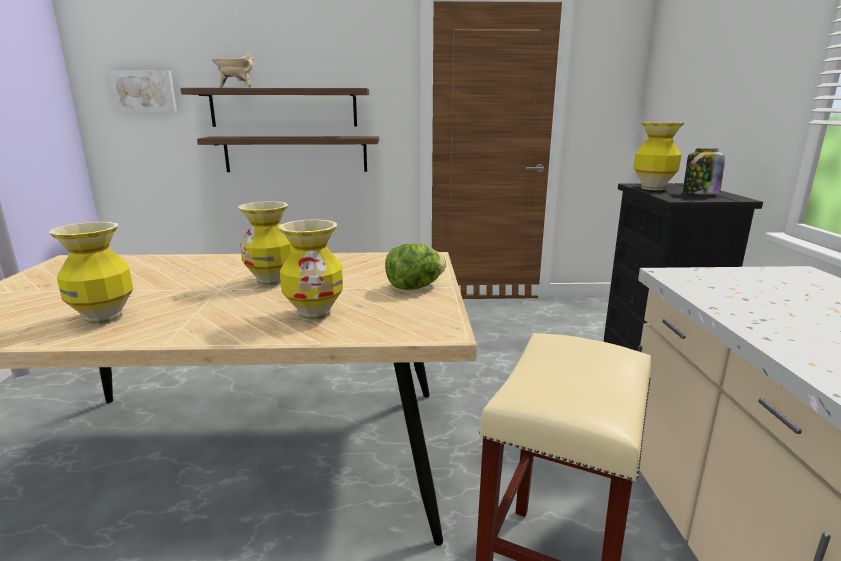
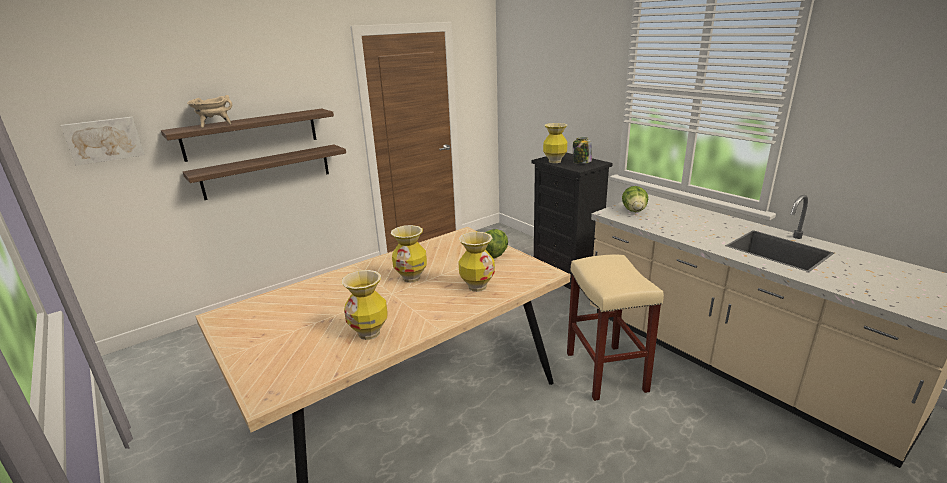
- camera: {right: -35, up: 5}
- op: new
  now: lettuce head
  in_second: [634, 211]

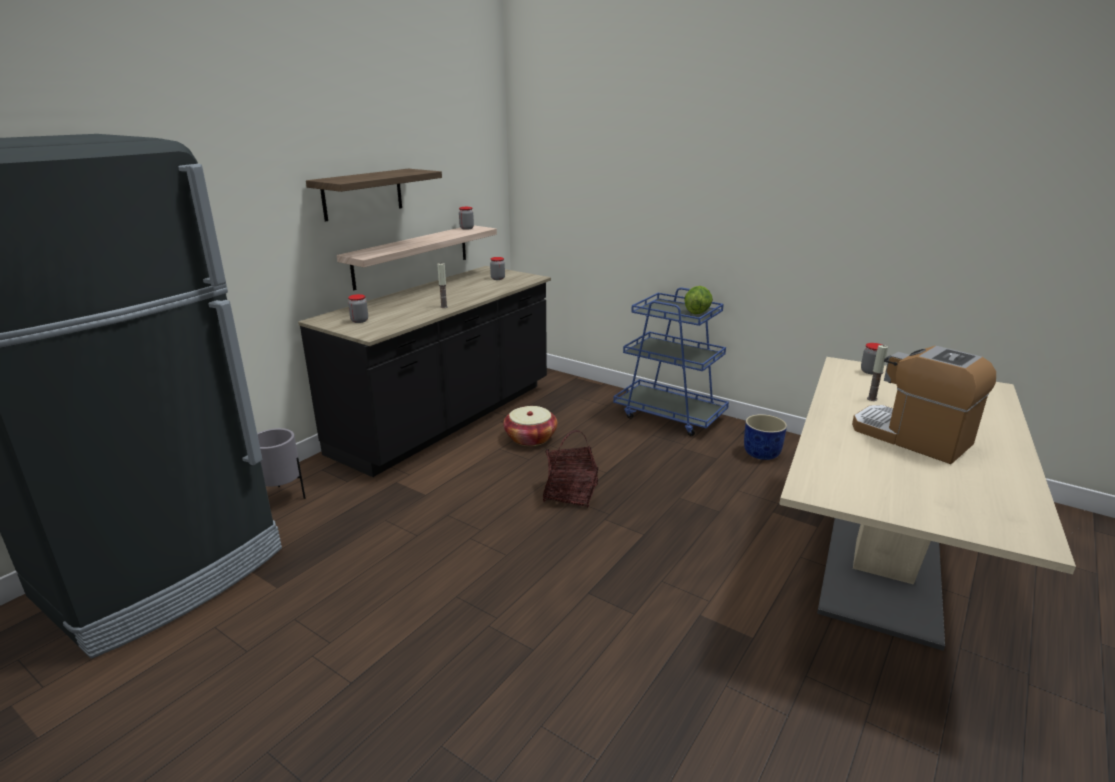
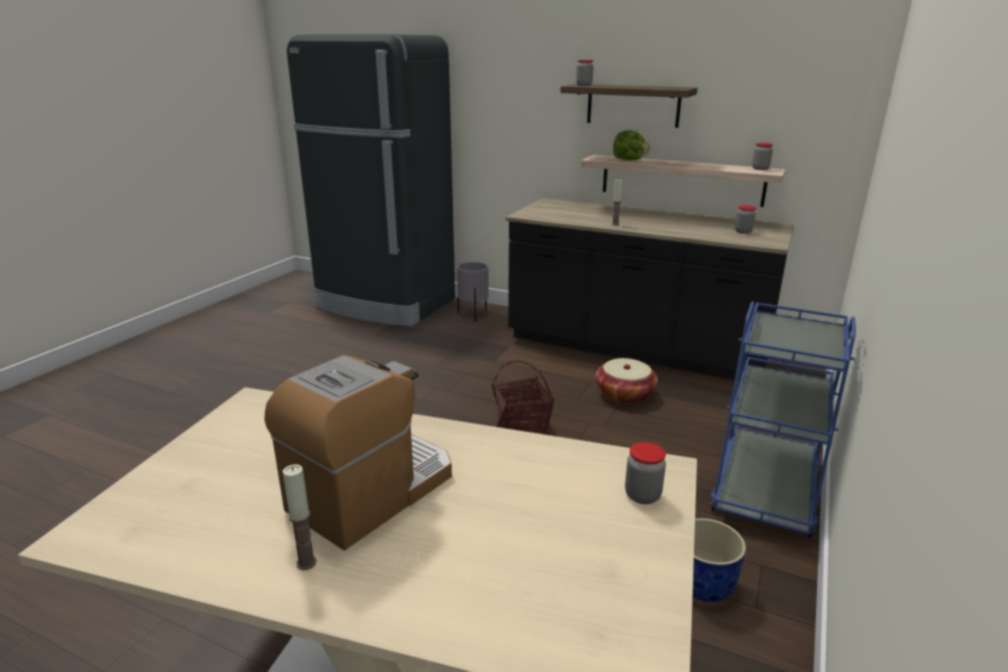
- camera: {right: 80, up: 0}
- op: shifted
  was: lettuce head
  in_first: [697, 312]
  in_second: [629, 160]
- op: shifted
  was: preserve jar
  in_first: [359, 321]
  in_second: [584, 85]
- op: shifted
  was: candle
  in_first: [872, 399]
  in_second: [306, 563]

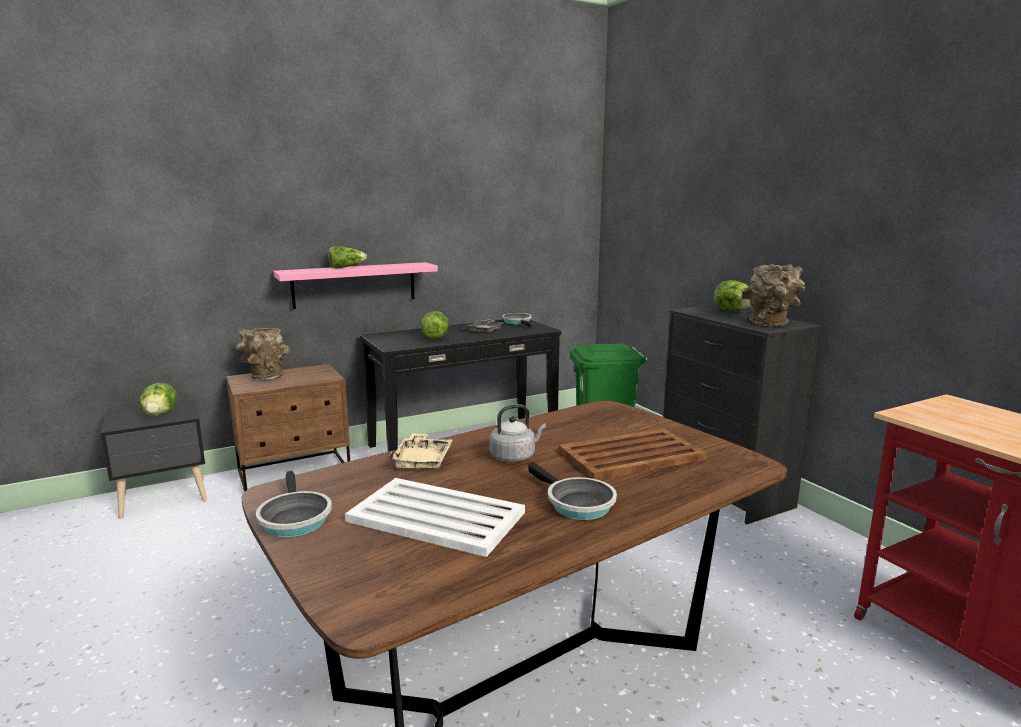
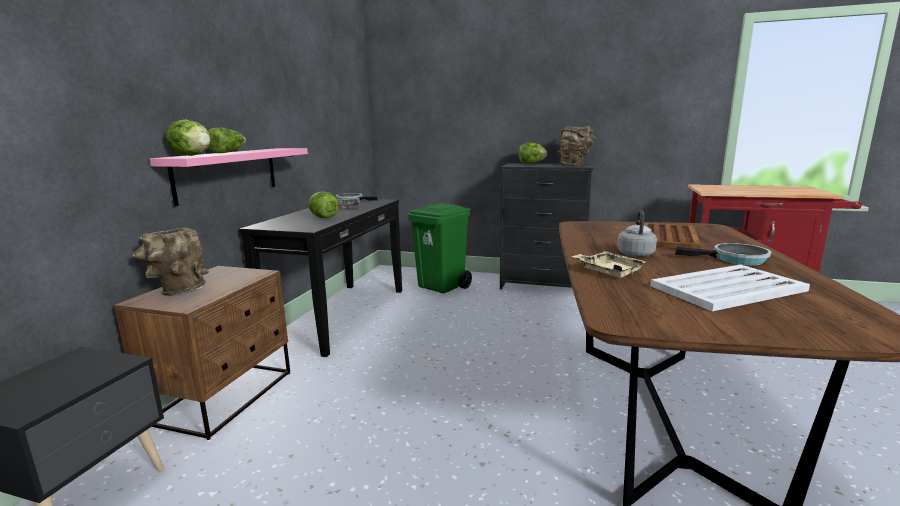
- camera: {right: -45, up: 0}
- op: shifted
  was: lettuce head
  in_first: [160, 415]
  in_second: [192, 155]
- op: gone
  was: frying pan
  in_first: [294, 519]

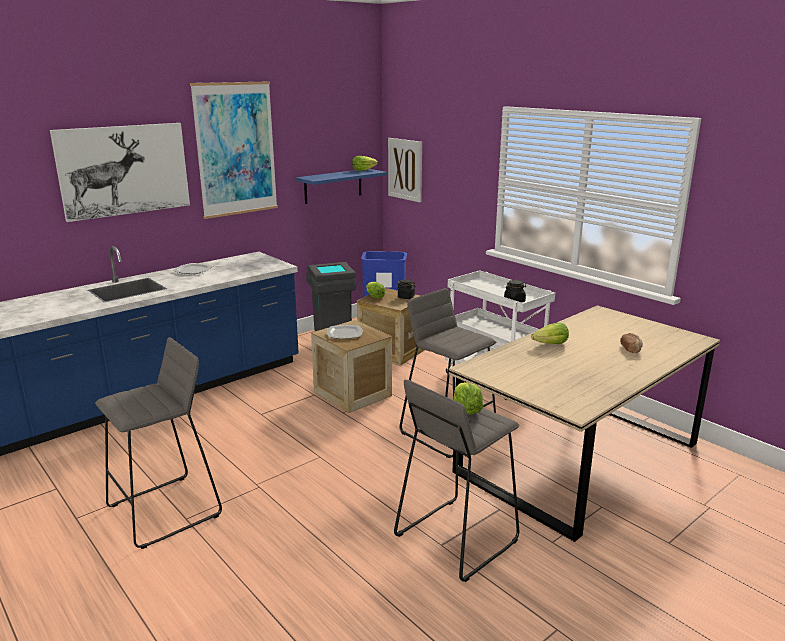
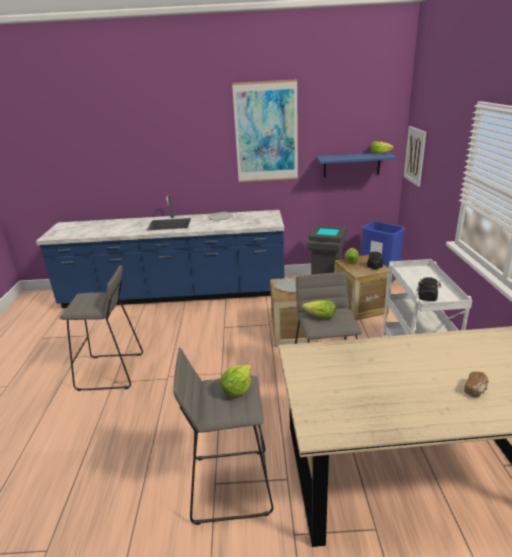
- camera: {right: 40, up: 5}
- op: gone
  was: wall picture
  in_first: [124, 170]
- op: shifted
  was: lettuce head
  in_first: [551, 344]
  in_second: [320, 317]

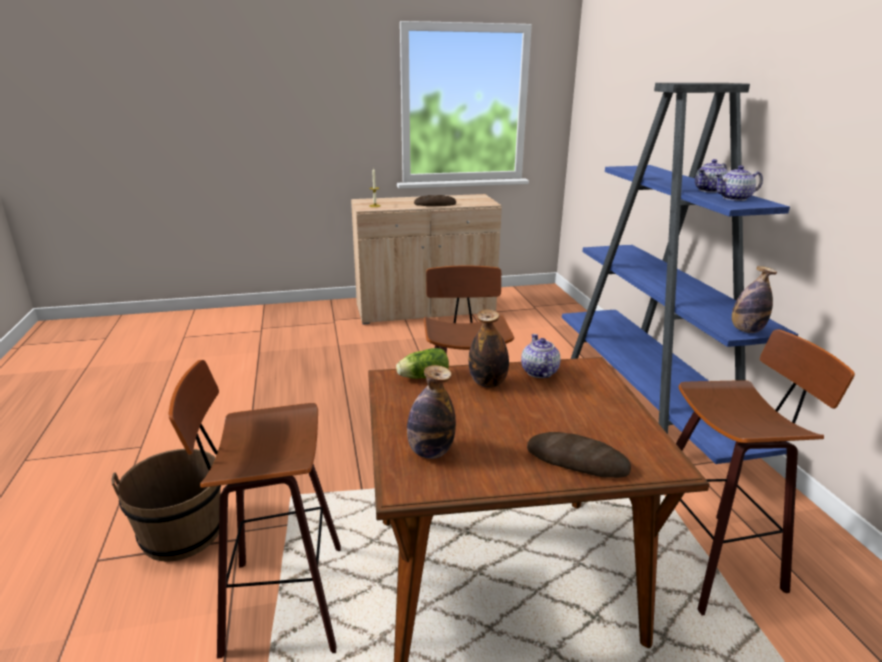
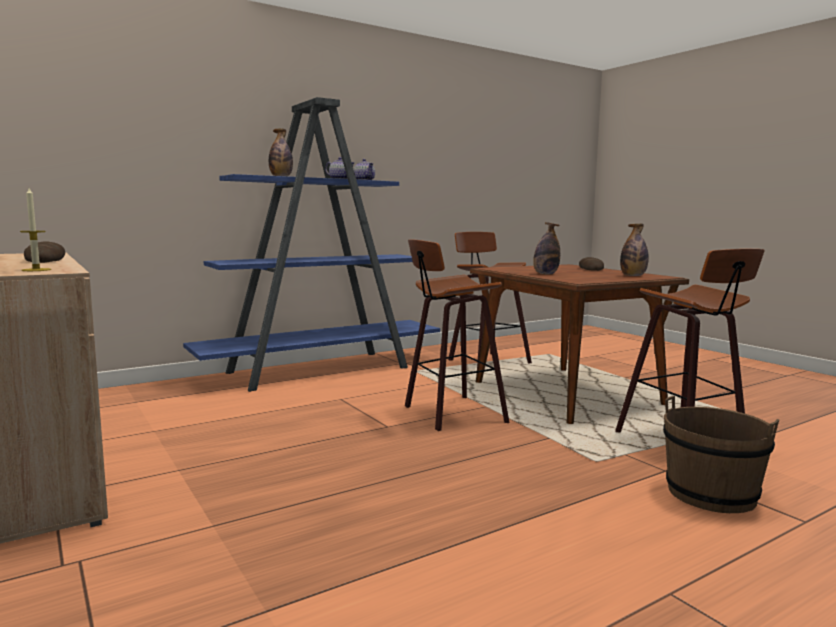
- camera: {right: -110, up: -15}
- op: shifted
  was: beverage bottle
  in_first: [746, 330]
  in_second: [281, 177]
- op: gone
  was: tea pot
  in_first: [539, 372]
- op: gone
  was: lettuce head
  in_first: [422, 377]

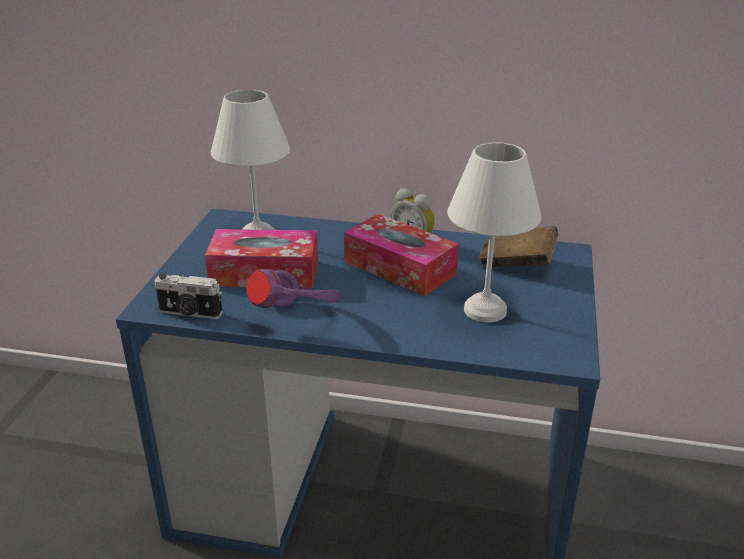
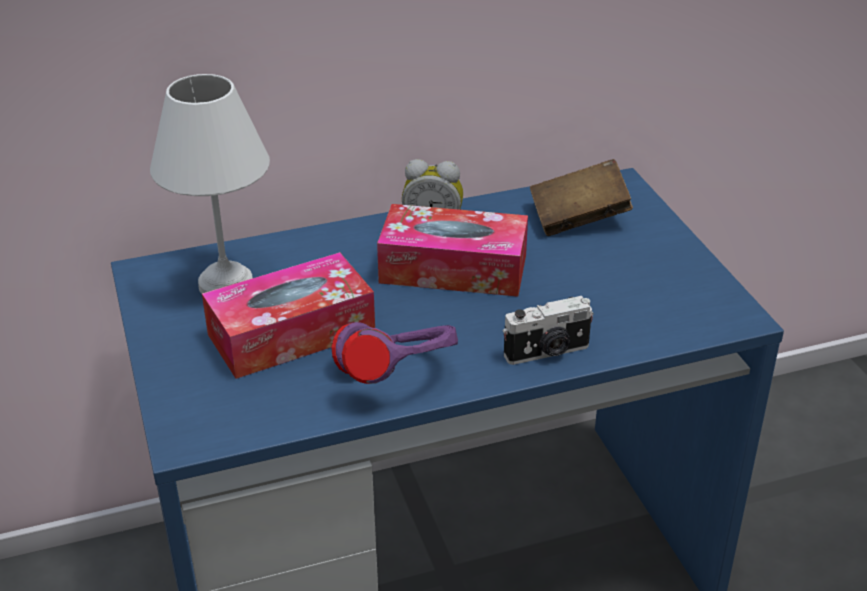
- camera: {right: -30, up: 5}
- op: gone
  was: white-coloured tabletop lamp
  in_first: [483, 310]
- op: shifted
  was: photo camera
  in_first: [190, 313]
  in_second: [547, 352]

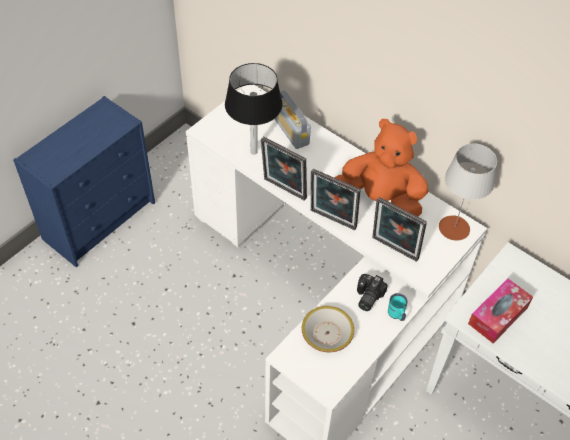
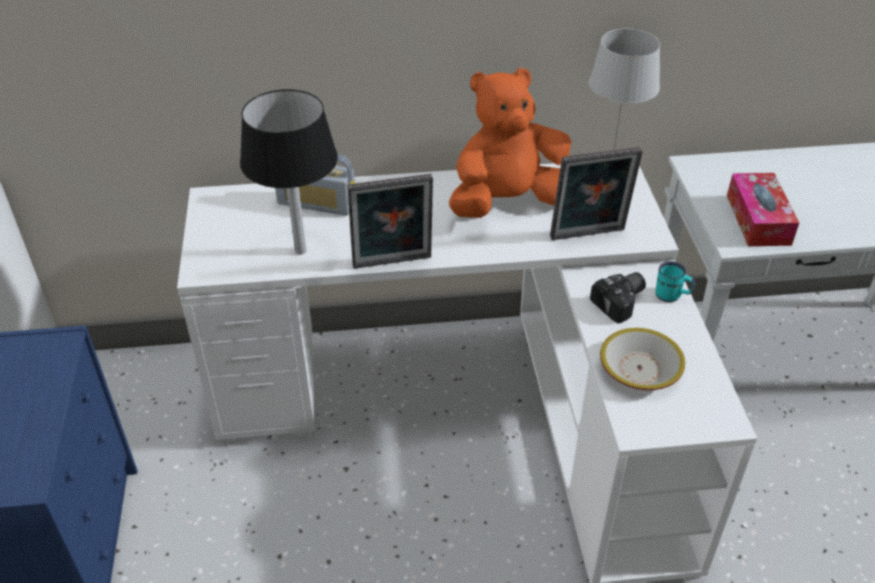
- camera: {right: -45, up: -10}
- op: gone
  was: photo frame
  in_first: [332, 221]
- op: rotated
  was: photo camera
  in_first: [366, 297]
  in_second: [622, 303]
  clockwise: -105

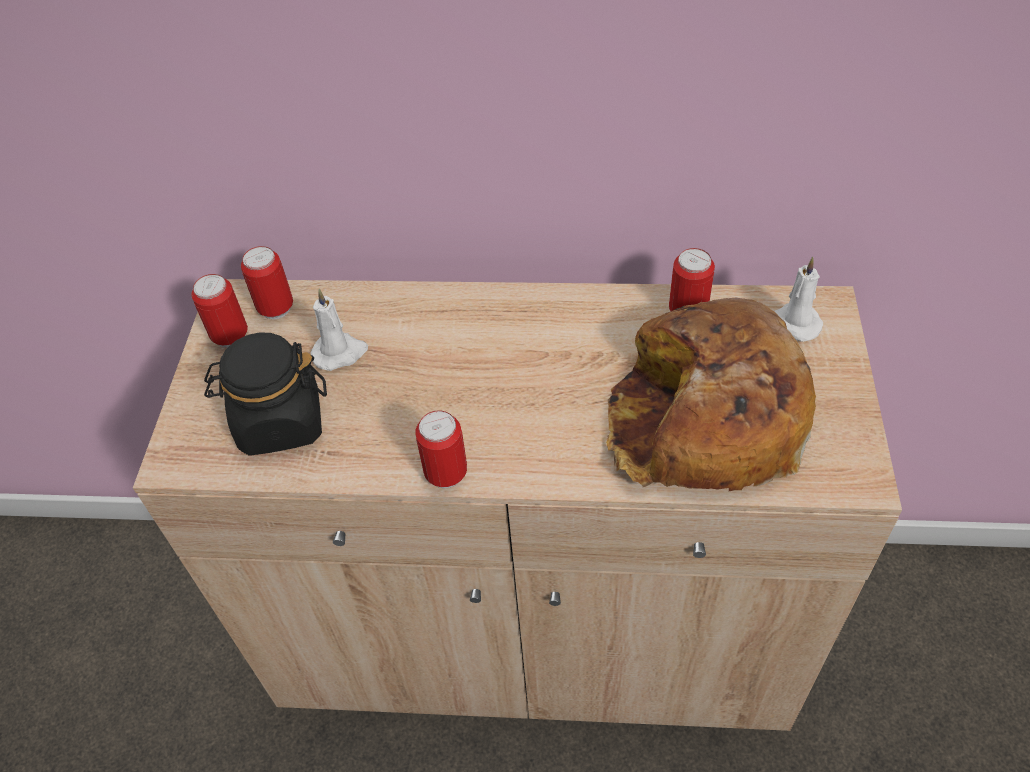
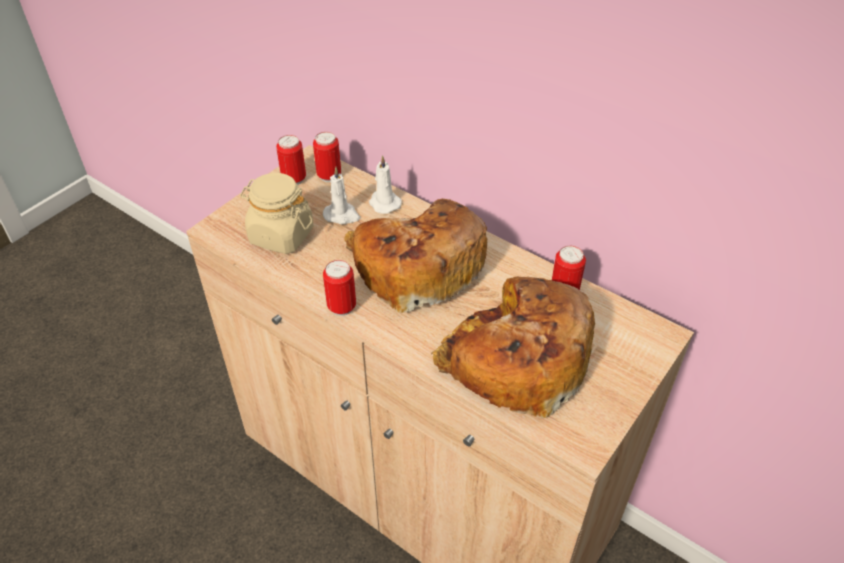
- camera: {right: 30, up: -5}
- op: shifted
  was: white-coloured candle
  in_first: [792, 324]
  in_second: [383, 203]
- op: repainted
  was: blackish preserve jar
  now: beige preserve jar
  in_first: [280, 422]
  in_second: [281, 235]
- op: new
  now: bakery bread
  in_second: [417, 265]

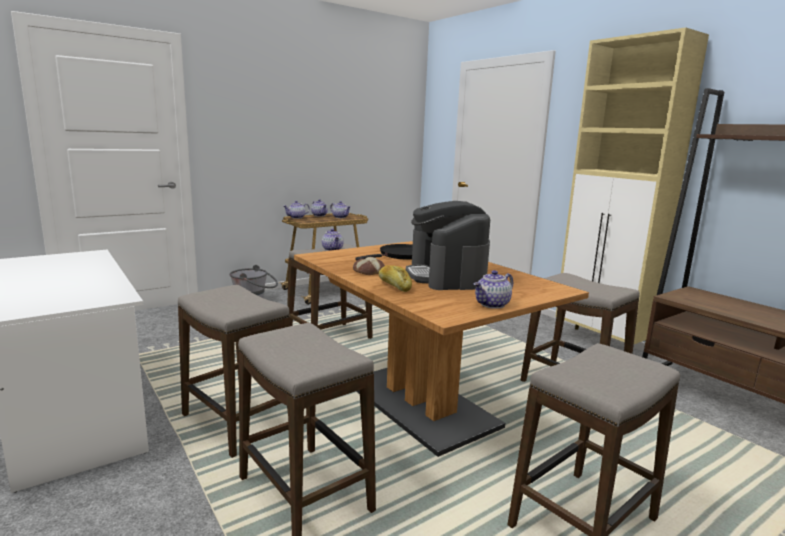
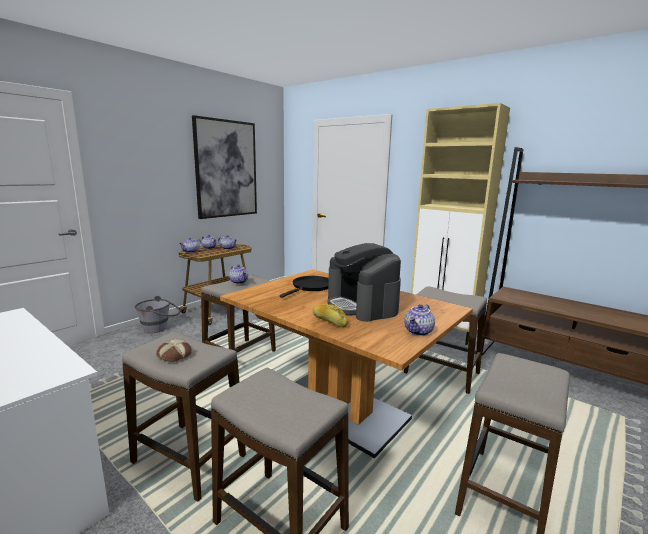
- camera: {right: -15, up: 0}
- op: shifted
  was: bakery bread
  in_first: [368, 271]
  in_second: [174, 355]
- op: new
  now: wall picture
  in_second: [226, 169]

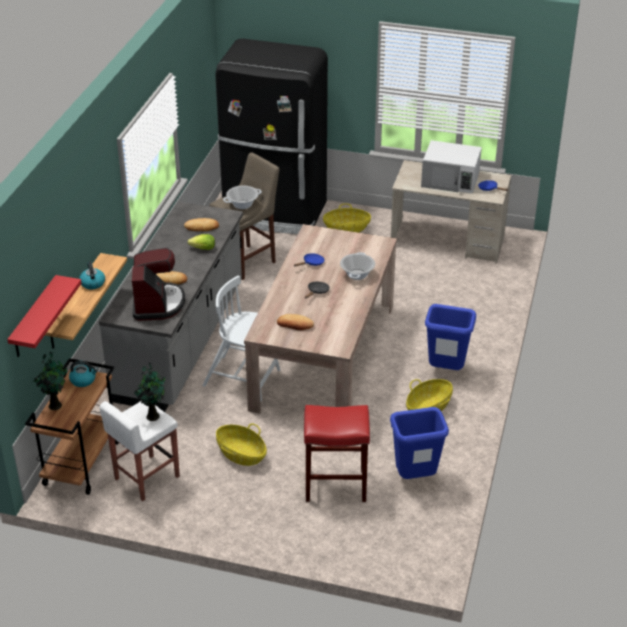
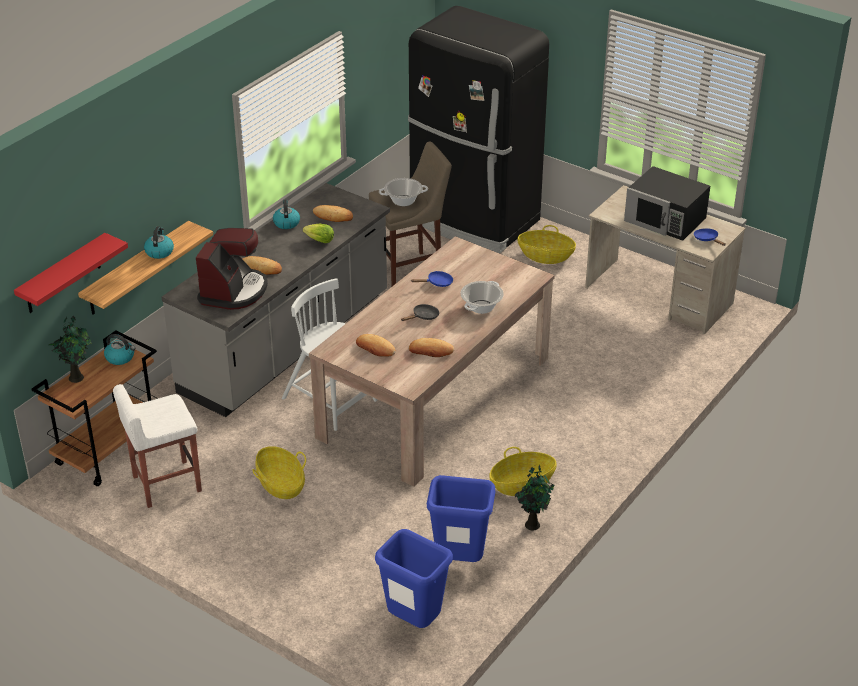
- camera: {right: 20, up: 0}
- op: repainted
  was: white-coloured kitchen microwave
  now: blackish kitchen microwave
  in_first: [450, 180]
  in_second: [665, 219]
- op: shifted
  was: blue-coloured waste bin
  in_first: [445, 370]
  in_second: [413, 622]
- op: shifted
  was: plant in a pot
  in_first: [152, 415]
  in_second: [532, 523]
- op: gone
  was: reddish sitting stool
  in_first: [334, 485]
- op: new
  now: kettle
  in_second: [286, 223]
- op: new
  now: bakery bread
  in_second: [431, 351]

